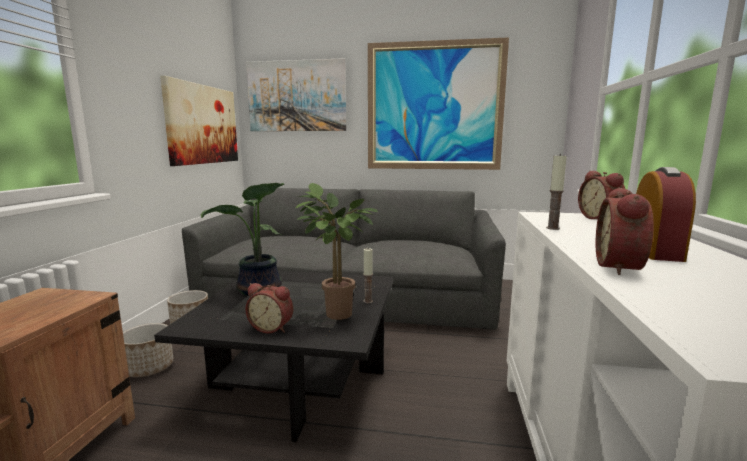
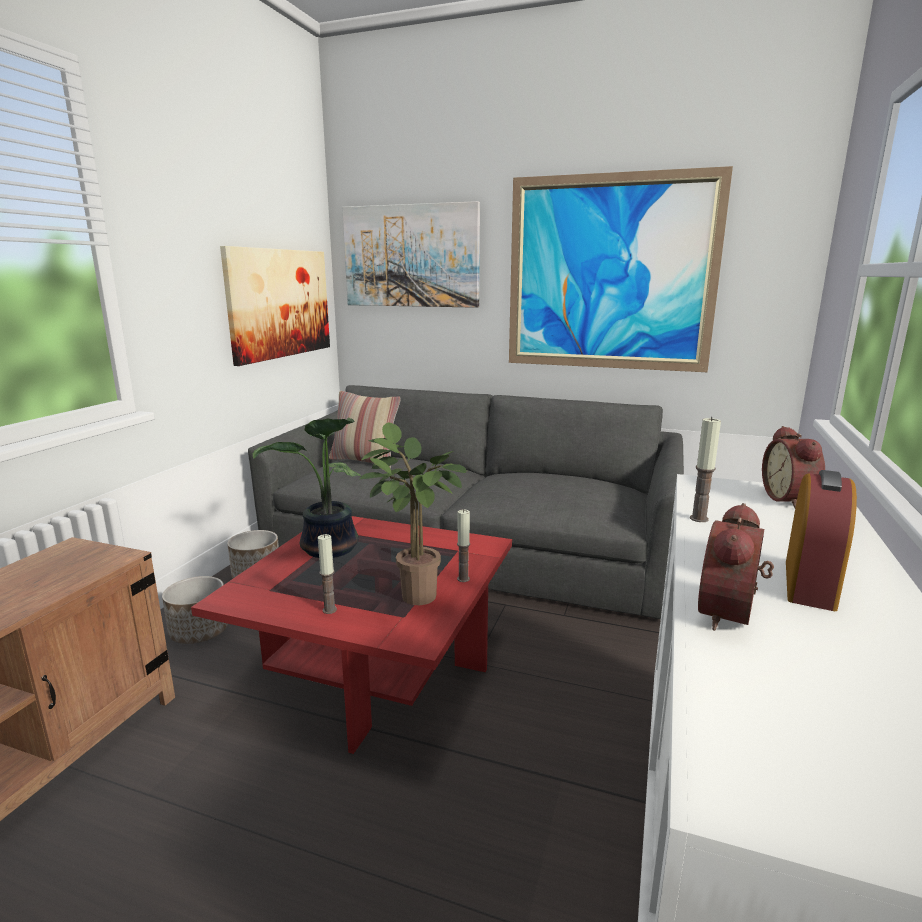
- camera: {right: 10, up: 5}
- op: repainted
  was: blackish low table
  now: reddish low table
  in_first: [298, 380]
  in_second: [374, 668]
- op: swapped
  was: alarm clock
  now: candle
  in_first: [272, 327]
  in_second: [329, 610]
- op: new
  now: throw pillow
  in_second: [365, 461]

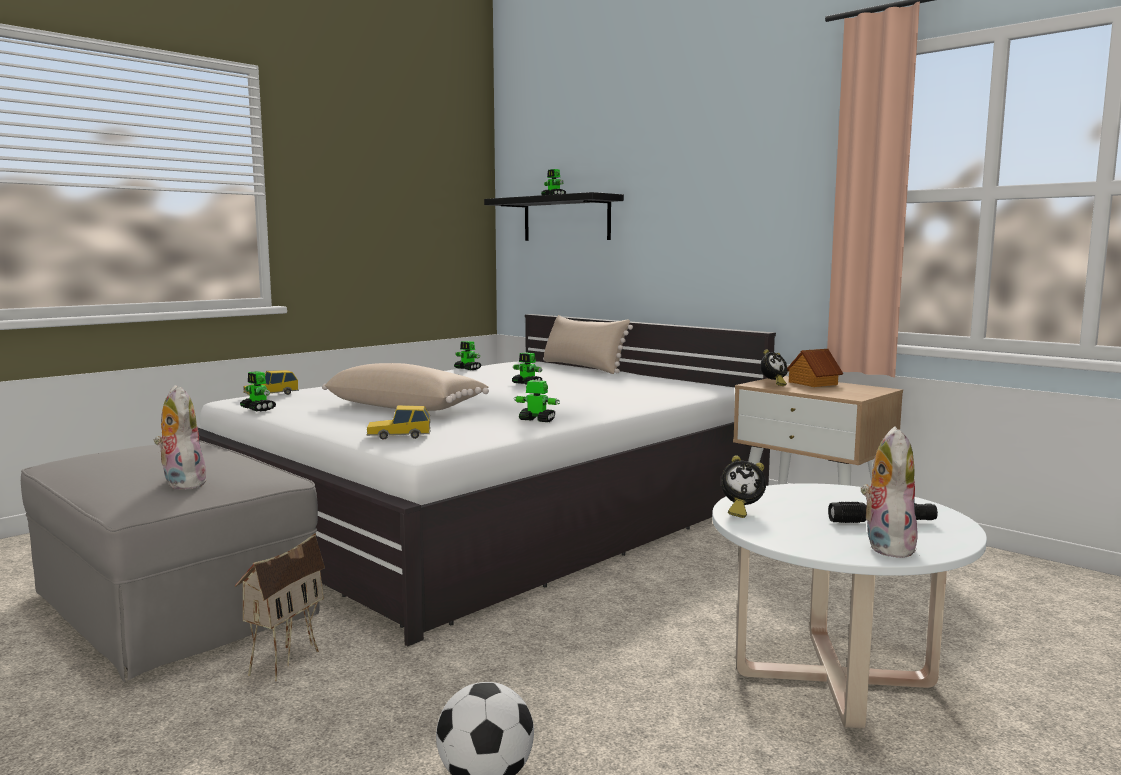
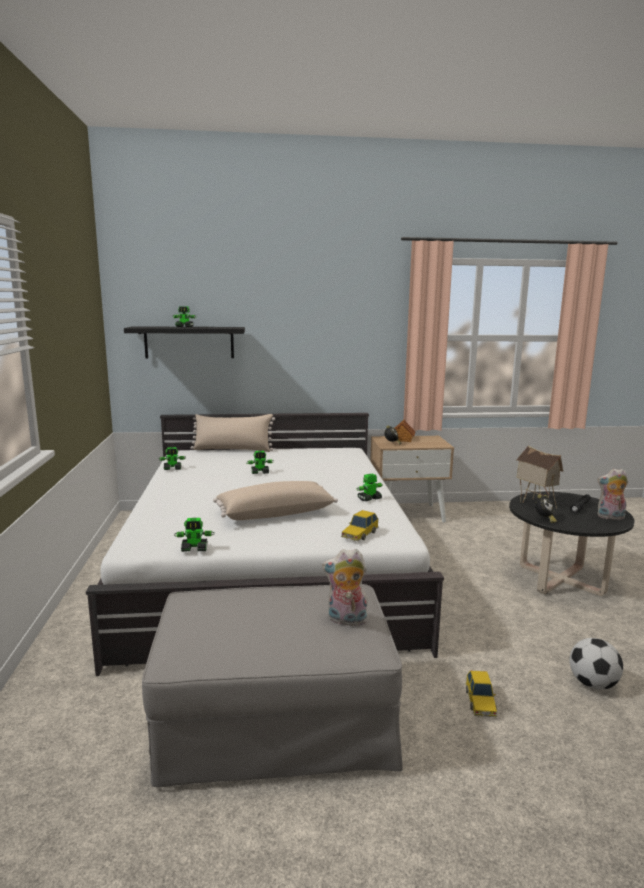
- camera: {right: -50, up: 5}
- op: shifted
  was: toy car
  in_first: [271, 394]
  in_second: [480, 702]
- op: rotated
  was: plush toy
  in_first: [885, 546]
  in_second: [610, 517]
  clockwise: -45
- op: repainted
  was: white-coloured low table
  now: blackish low table
  in_first: [833, 678]
  in_second: [561, 579]
- op: shifted
  was: model house
  in_first: [284, 659]
  in_second: [535, 504]

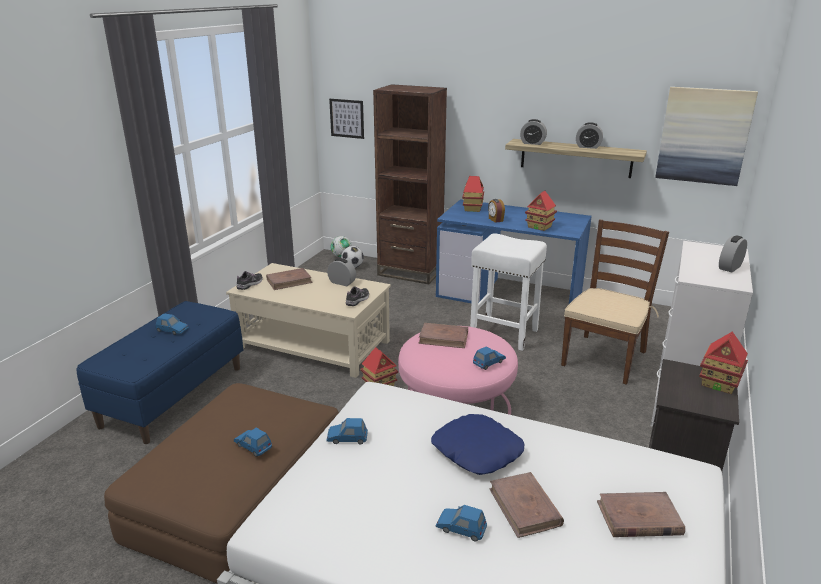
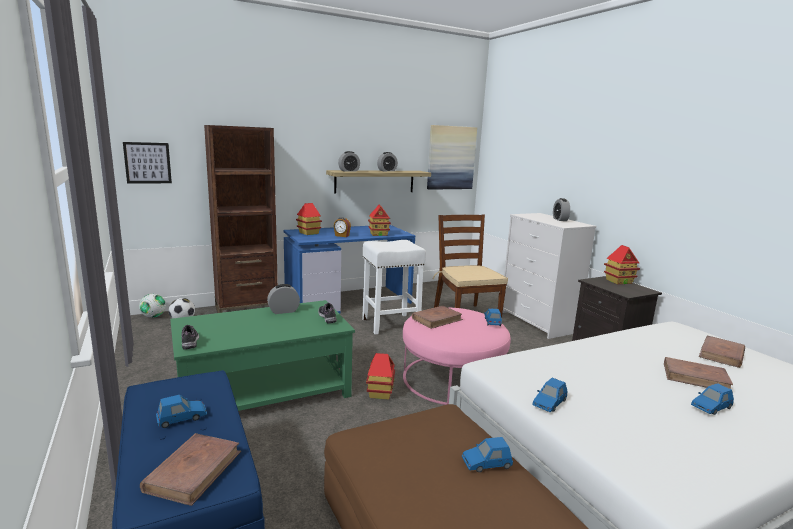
- camera: {right: -50, up: -10}
- op: repainted
  was: beige low table
  now: greenish low table
  in_first: [313, 344]
  in_second: [263, 391]
- op: shifted
  was: brownish bound book
  in_first: [289, 281]
  in_second: [194, 471]
- op: gone
  was: blue-coloured throw pillow
  in_first: [476, 451]

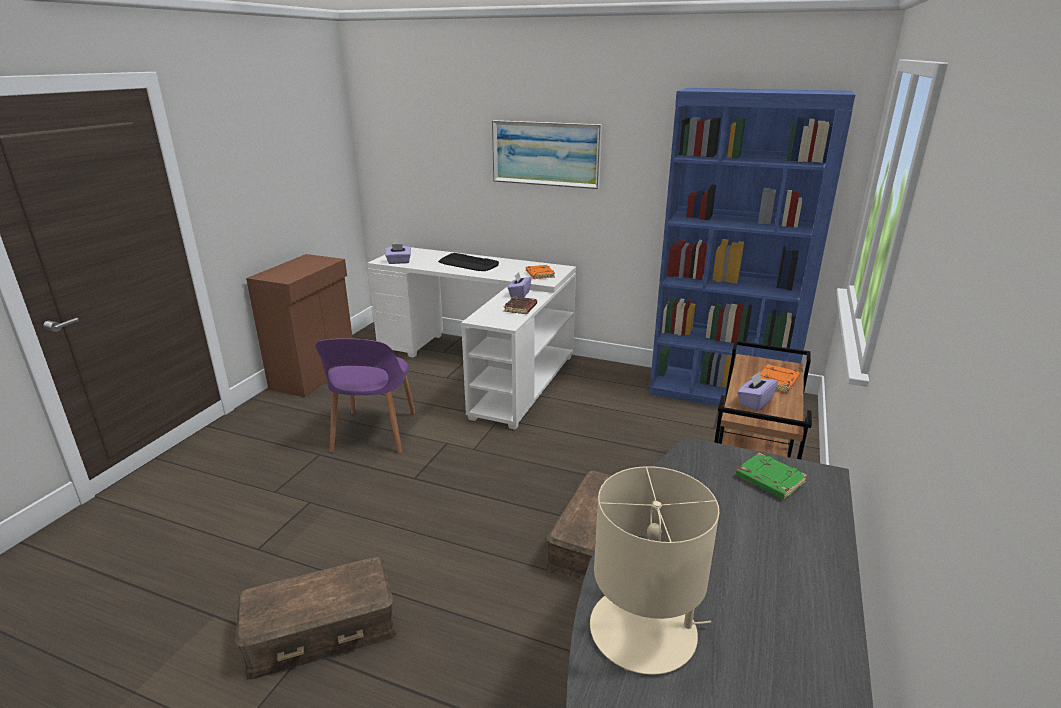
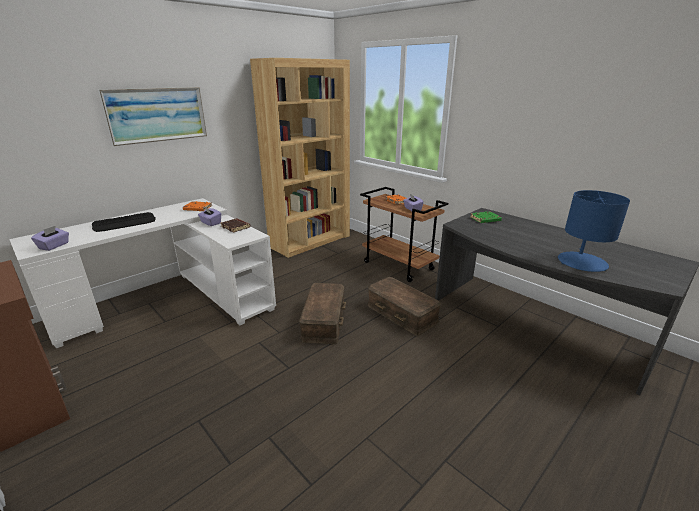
- camera: {right: -65, up: 0}
- op: repainted
  was: blue-coloured shelving unit
  now: brownish shelving unit
  in_first: [720, 393]
  in_second: [310, 241]
- op: gone
  was: purple-coloured plain chair
  in_first: [374, 433]
- op: repainted
  was: beige tabletop lamp
  now: blue-coloured tabletop lamp
  in_first: [644, 630]
  in_second: [582, 262]
- op: shifted
  was: brownish storage container
  in_first: [321, 632]
  in_second: [324, 321]

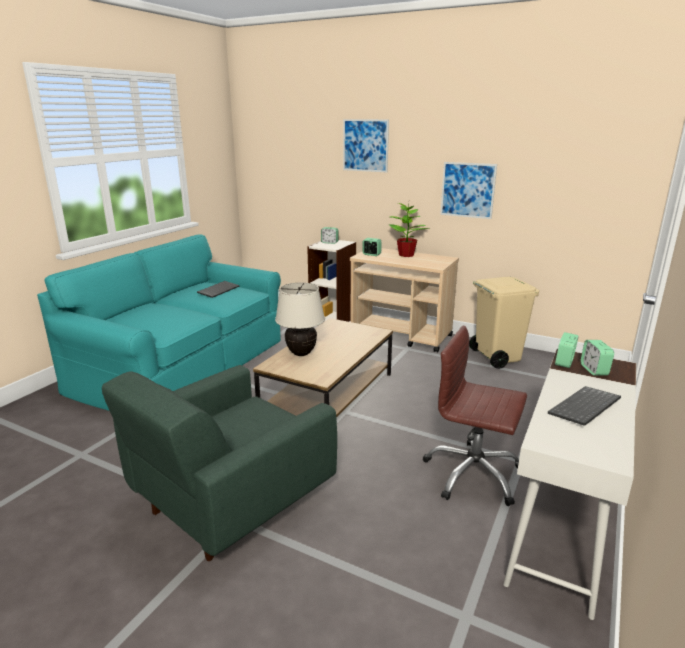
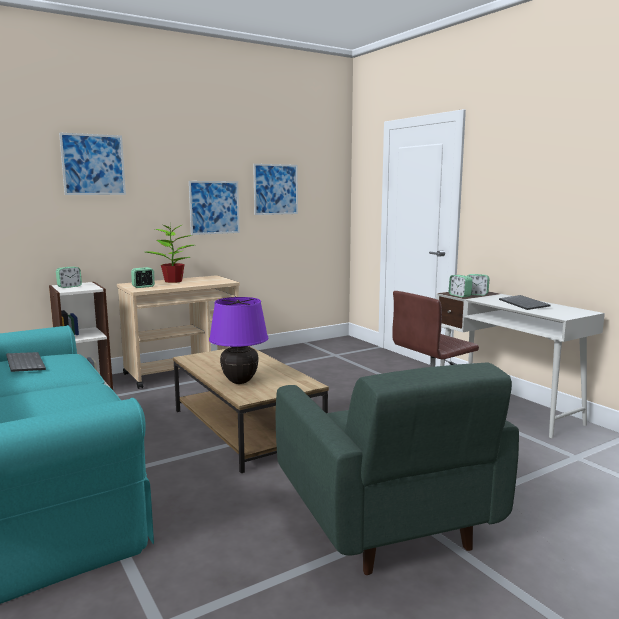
- camera: {right: -60, up: -10}
- op: gone
  was: beige waste bin
  in_first: [496, 357]
- op: repainted
  was: beige tabletop lamp
  now: purple-coloured tabletop lamp
  in_first: [301, 353]
  in_second: [240, 381]
- op: new
  now: wall picture
  in_second: [275, 189]

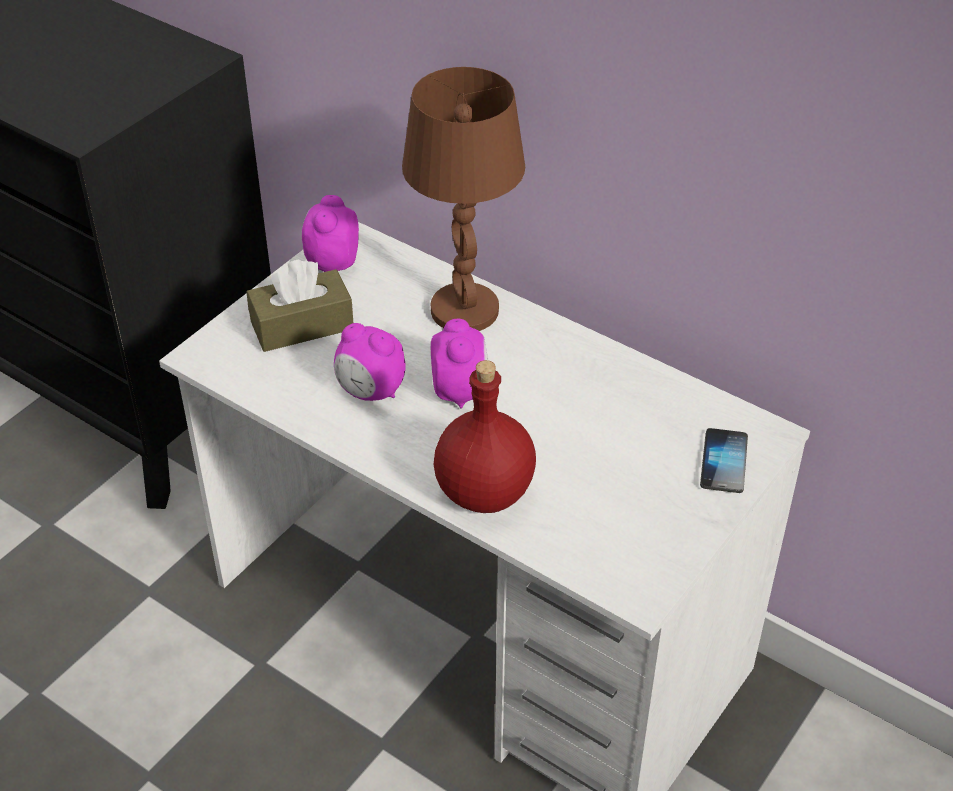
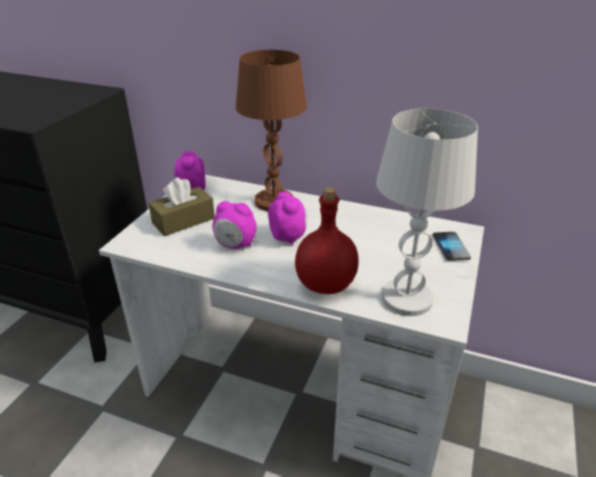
- camera: {right: -15, up: -10}
- op: new
  now: white-coloured tabletop lamp
  in_second: [407, 298]

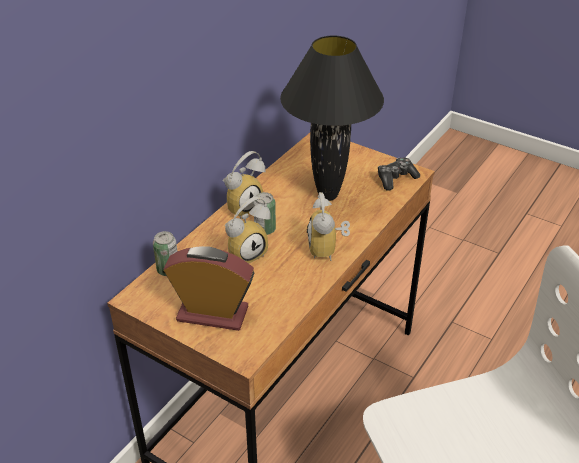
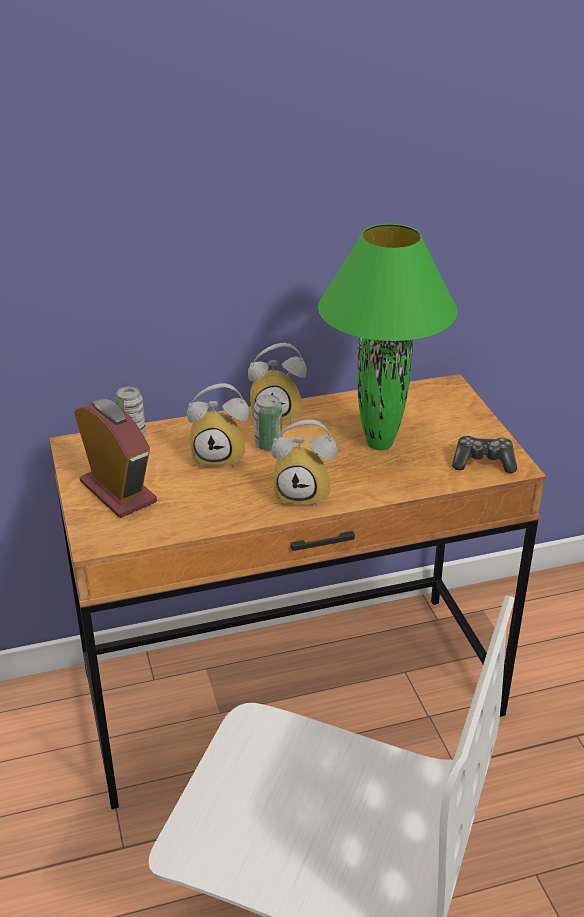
- camera: {right: 40, up: -5}
- op: repainted
  was: blackish tabletop lamp
  now: greenish tabletop lamp
  in_first: [328, 195]
  in_second: [380, 443]
- op: rotated
  was: alarm clock
  in_first: [328, 250]
  in_second: [304, 494]
  clockwise: -120

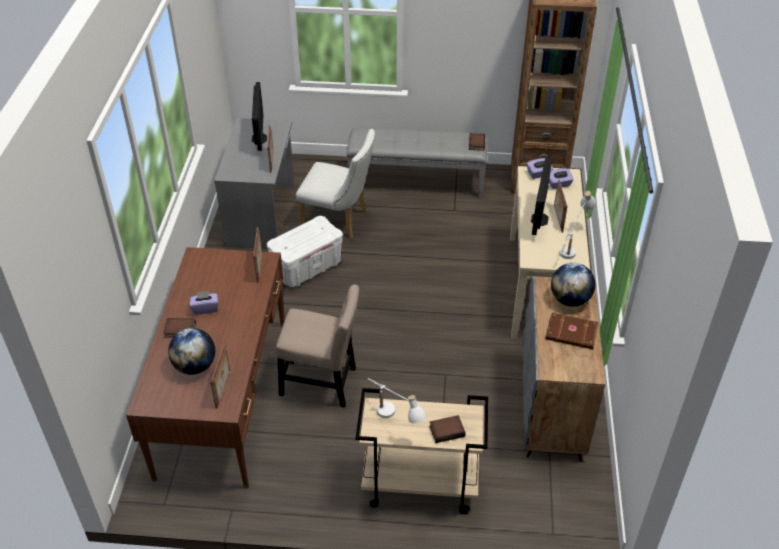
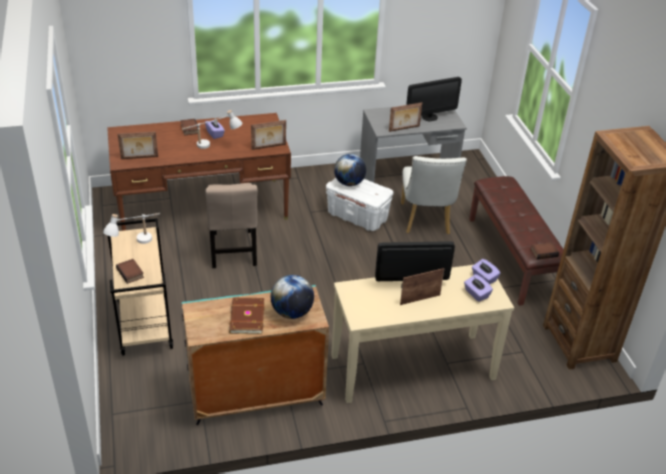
- camera: {right: 70, up: -5}
- op: repainted
  was: gray bench
  now: brownish bench
  in_first: [416, 182]
  in_second: [512, 257]
- op: shifted
  was: white-coloured tabletop lamp
  in_first: [572, 246]
  in_second: [213, 146]
- op: repainted
  was: gray cabinet
  now: blue-green cabinet
  in_first: [552, 406]
  in_second: [255, 395]
- op: shifted
  was: world globe
  in_first: [195, 366]
  in_second: [349, 183]

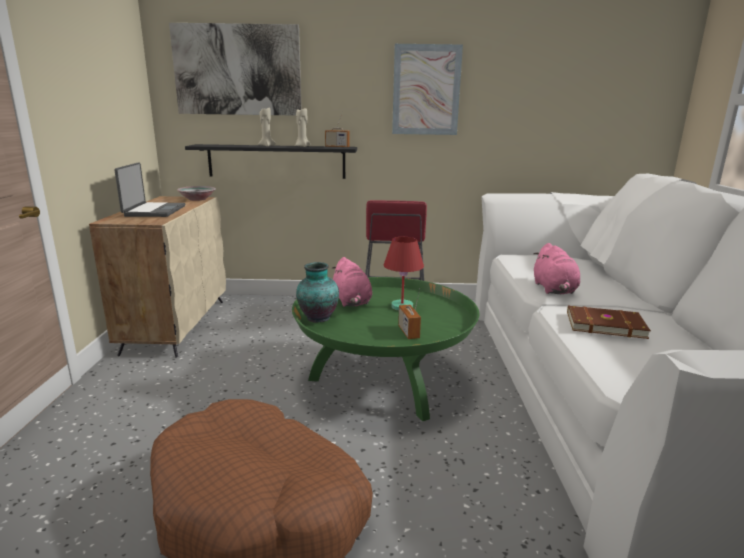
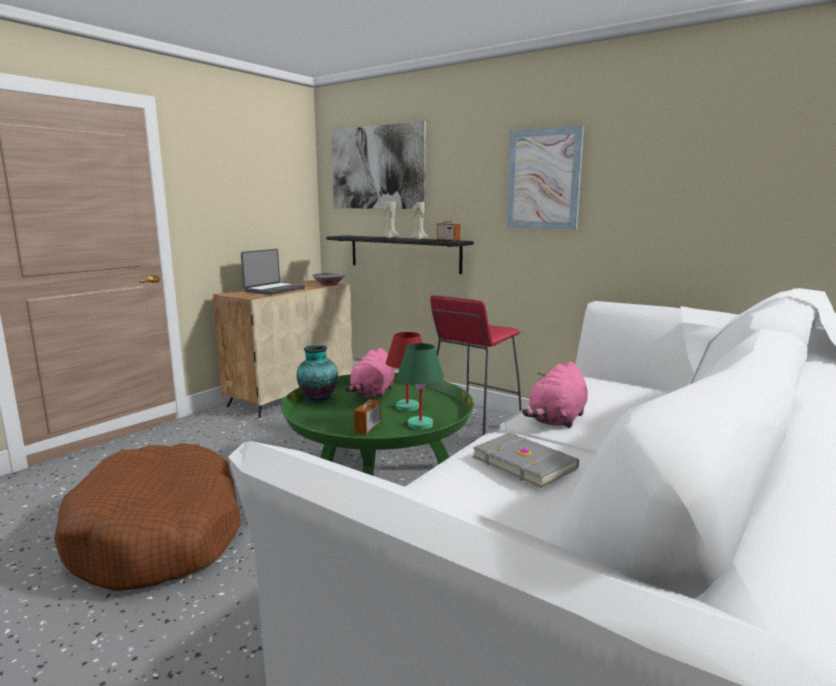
- camera: {right: 35, up: -5}
- op: repainted
  was: brownish bound book
  now: gray bound book
  in_first: [604, 324]
  in_second: [524, 462]
- op: new
  now: greenish tabletop lamp
  in_second: [419, 424]

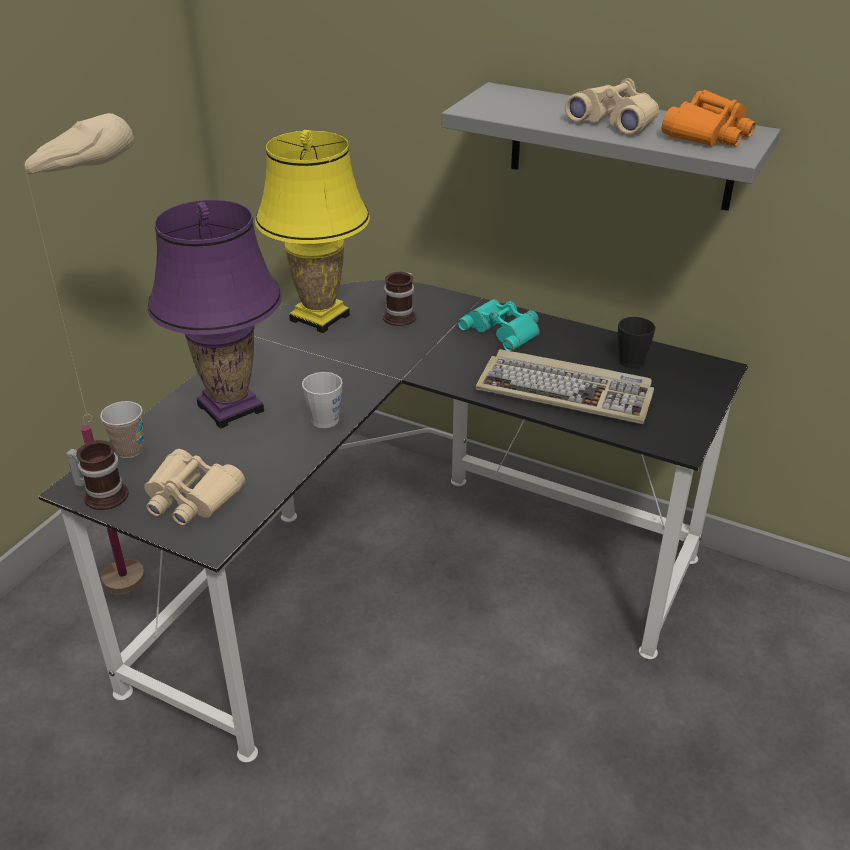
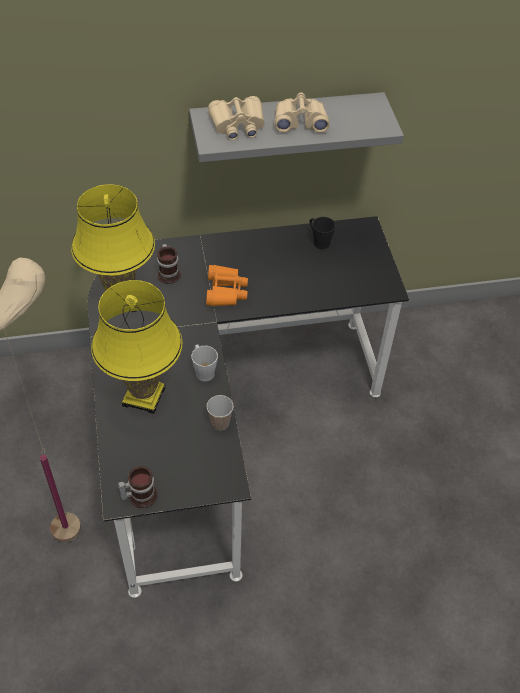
- camera: {right: -40, up: 15}
- op: shifted
  was: orangey field glasses
  in_first: [708, 134]
  in_second: [225, 291]
- op: repainted
  was: purple-coloured tabletop lamp
  now: yellowish tabletop lamp
  in_first: [231, 408]
  in_second: [144, 396]
- op: gone
  was: blue-green field glasses
  in_first: [503, 330]
- op: gone
  was: computer keyboard
  in_first: [566, 391]
- op: shifted
  was: cup
  in_first: [129, 450]
  in_second: [220, 423]
- op: shifted
  was: beige field glasses
  in_first: [191, 498]
  in_second: [237, 124]

